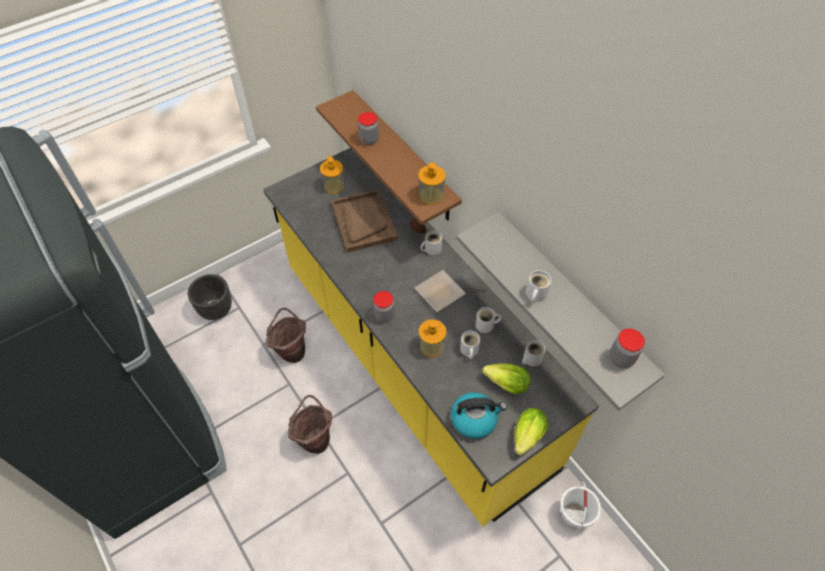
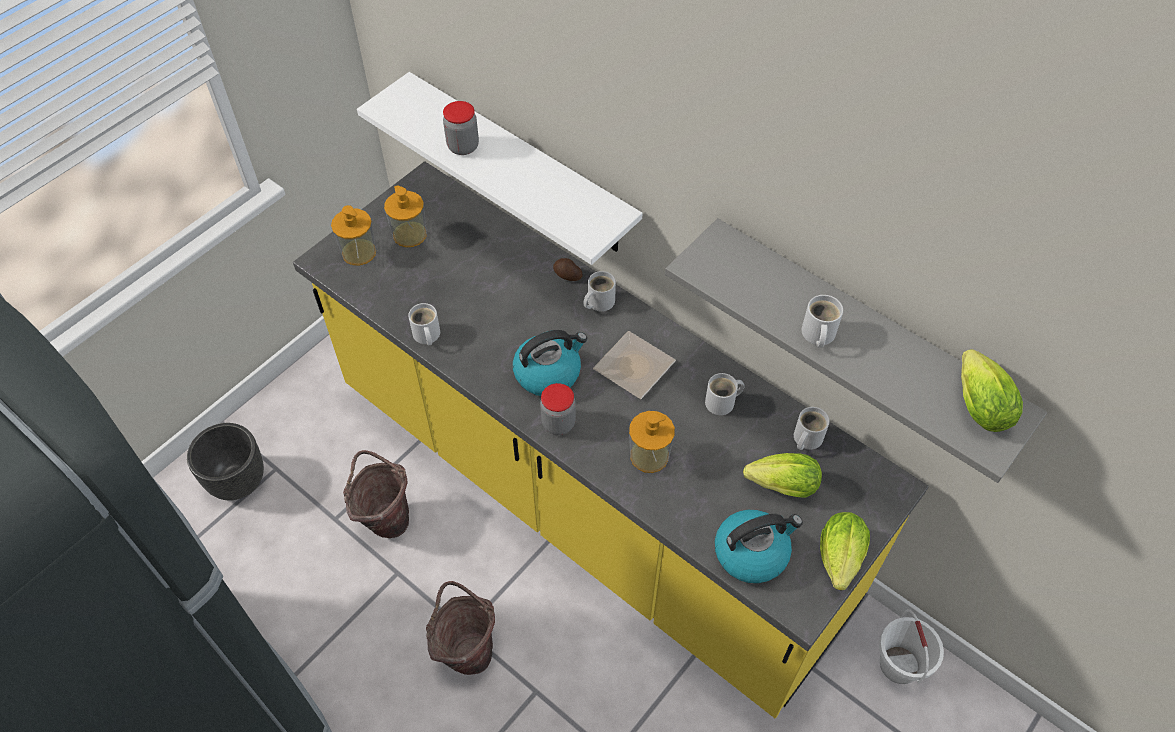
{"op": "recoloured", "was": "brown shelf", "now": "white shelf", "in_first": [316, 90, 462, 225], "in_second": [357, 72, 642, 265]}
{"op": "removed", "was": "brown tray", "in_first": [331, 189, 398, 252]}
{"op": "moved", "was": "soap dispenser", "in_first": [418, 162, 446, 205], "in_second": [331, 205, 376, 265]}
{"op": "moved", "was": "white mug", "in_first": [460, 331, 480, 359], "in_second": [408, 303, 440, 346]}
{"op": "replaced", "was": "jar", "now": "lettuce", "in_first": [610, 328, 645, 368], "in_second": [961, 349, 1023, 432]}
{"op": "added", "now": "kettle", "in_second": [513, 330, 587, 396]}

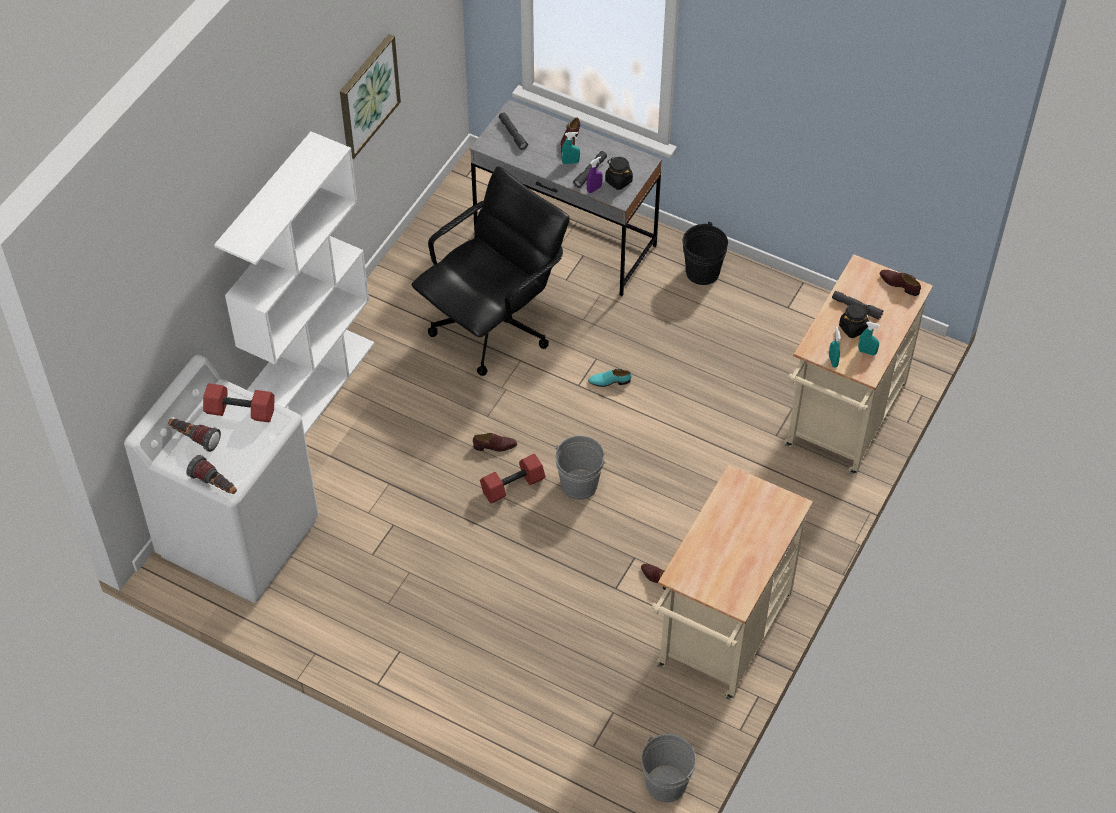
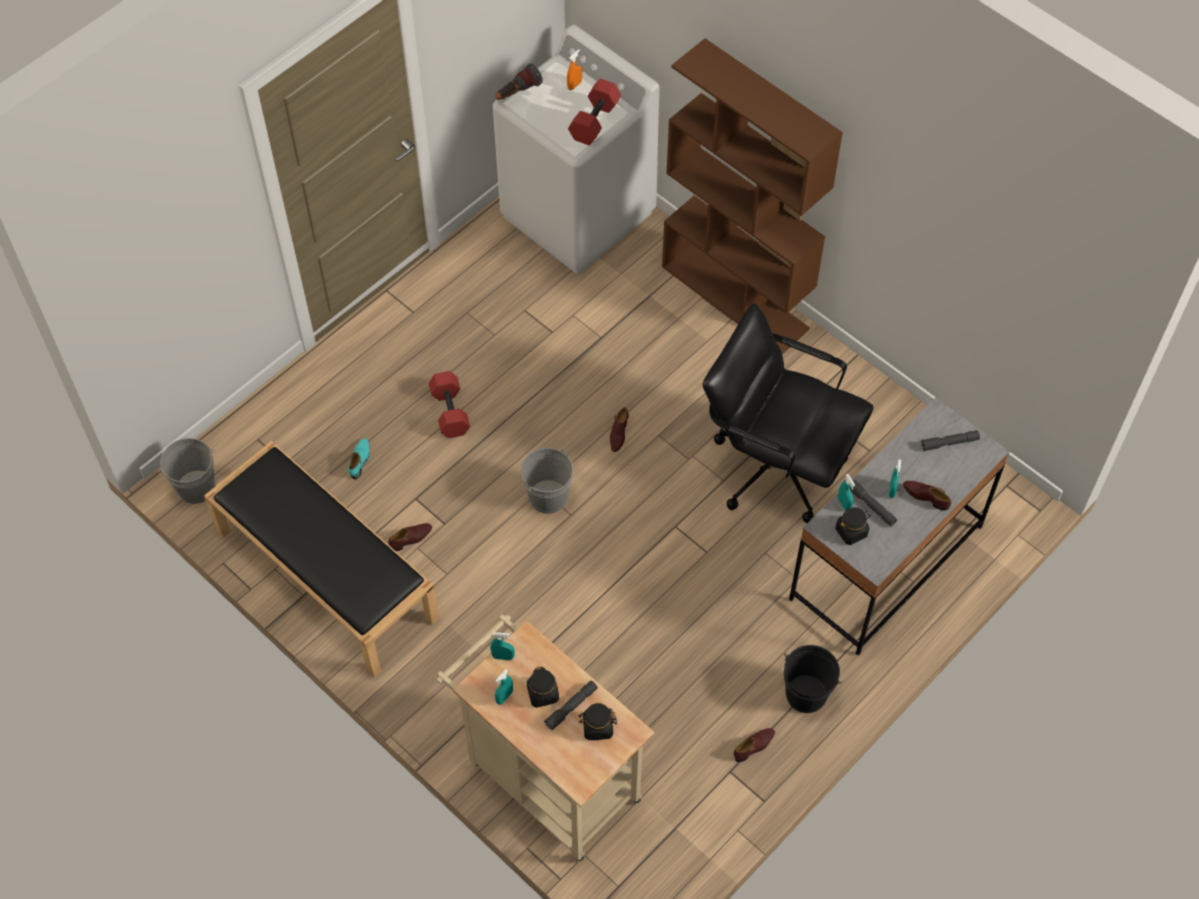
{"op": "replaced", "was": "flashlight", "now": "orange spray bottle", "in_first": [168, 419, 221, 452], "in_second": [567, 49, 582, 90]}
{"op": "recoloured", "was": "white bookcase", "now": "brown bookcase", "in_first": [214, 131, 375, 435], "in_second": [662, 38, 843, 354]}
{"op": "removed", "was": "picture", "in_first": [340, 34, 401, 159]}
{"op": "turned", "was": "black office chair", "in_first": [412, 166, 570, 376], "in_second": [703, 303, 874, 523], "clockwise": 150}
{"op": "moved", "was": "red dumbbell", "in_first": [480, 454, 546, 504], "in_second": [429, 371, 470, 438]}
{"op": "recoloured", "was": "purple spray bottle", "now": "turquoise spray bottle", "in_first": [587, 156, 603, 193], "in_second": [838, 474, 855, 511]}
{"op": "moved", "was": "turquoise shoe", "in_first": [588, 368, 632, 387], "in_second": [348, 439, 370, 479]}
{"op": "replaced", "was": "beige cart", "now": "black bench", "in_first": [652, 465, 813, 700], "in_second": [204, 441, 439, 678]}
{"op": "moved", "was": "brown shoe", "in_first": [880, 270, 921, 296], "in_second": [734, 728, 775, 762]}
{"op": "added", "now": "black jar", "in_second": [579, 703, 617, 740]}

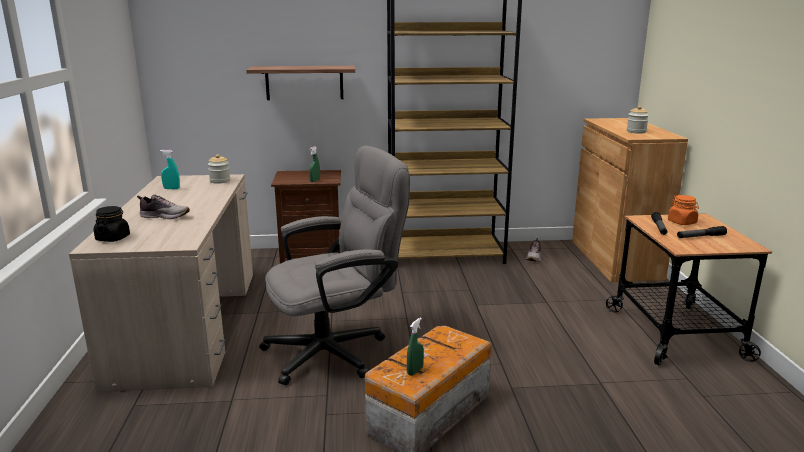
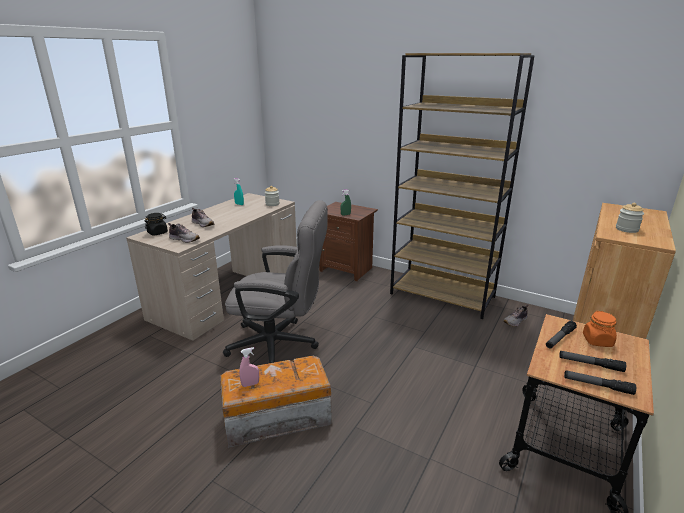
{"op": "removed", "was": "shelf", "in_first": [246, 66, 355, 100]}
{"op": "recoloured", "was": "green spray bottle", "now": "pink spray bottle", "in_first": [407, 317, 424, 376], "in_second": [239, 347, 259, 387]}
{"op": "added", "now": "shoe", "in_second": [168, 223, 200, 243]}
{"op": "added", "now": "flashlight", "in_second": [564, 370, 636, 395]}

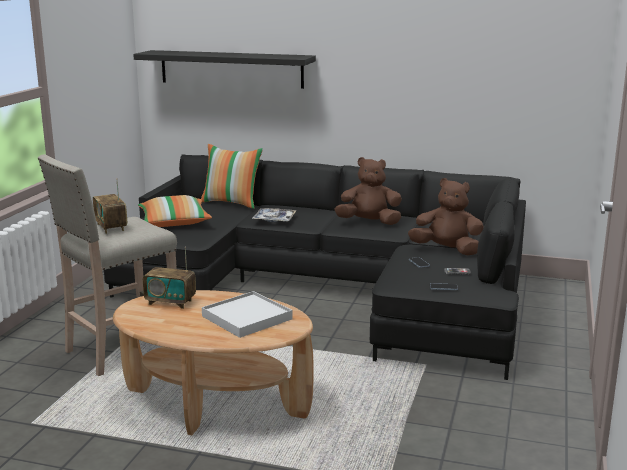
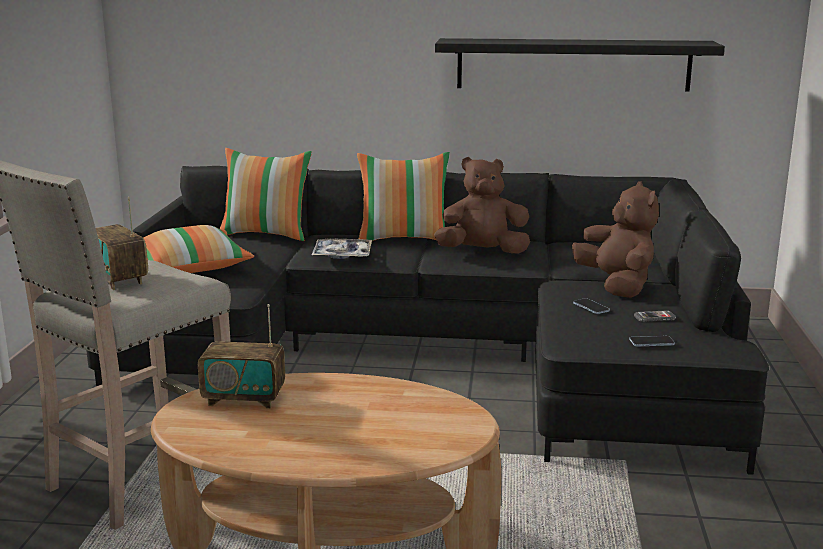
{"op": "moved", "was": "black shelf", "in_first": [133, 50, 316, 89], "in_second": [435, 38, 725, 92]}
{"op": "removed", "was": "white tray", "in_first": [202, 291, 292, 338]}
{"op": "turned", "was": "brown plush toy", "in_first": [408, 178, 484, 255], "in_second": [572, 181, 659, 298], "clockwise": 60}
{"op": "added", "now": "pillow", "in_second": [357, 152, 450, 241]}

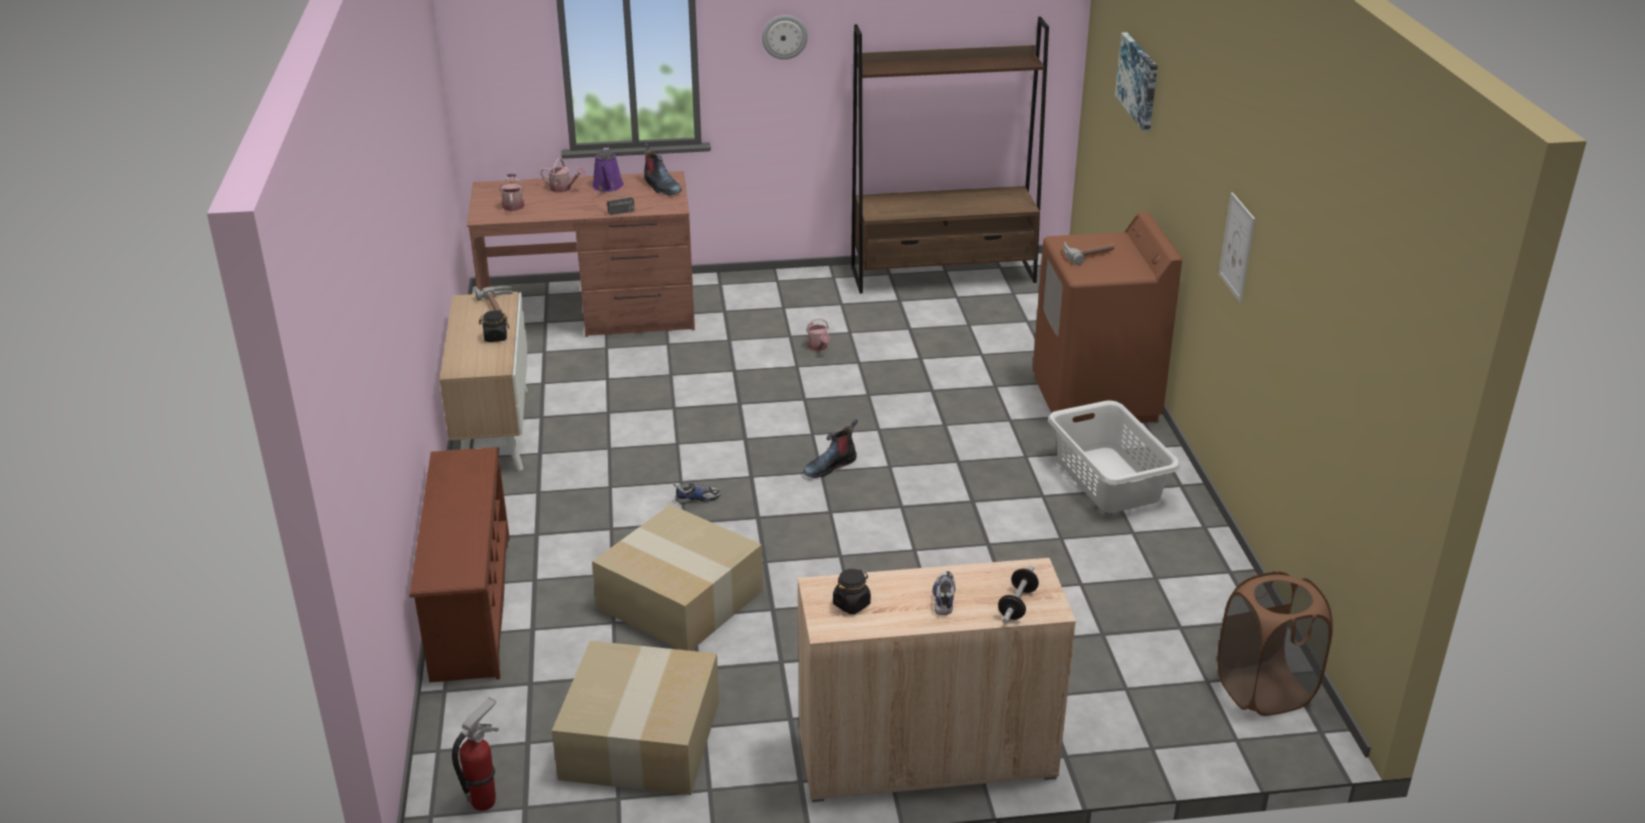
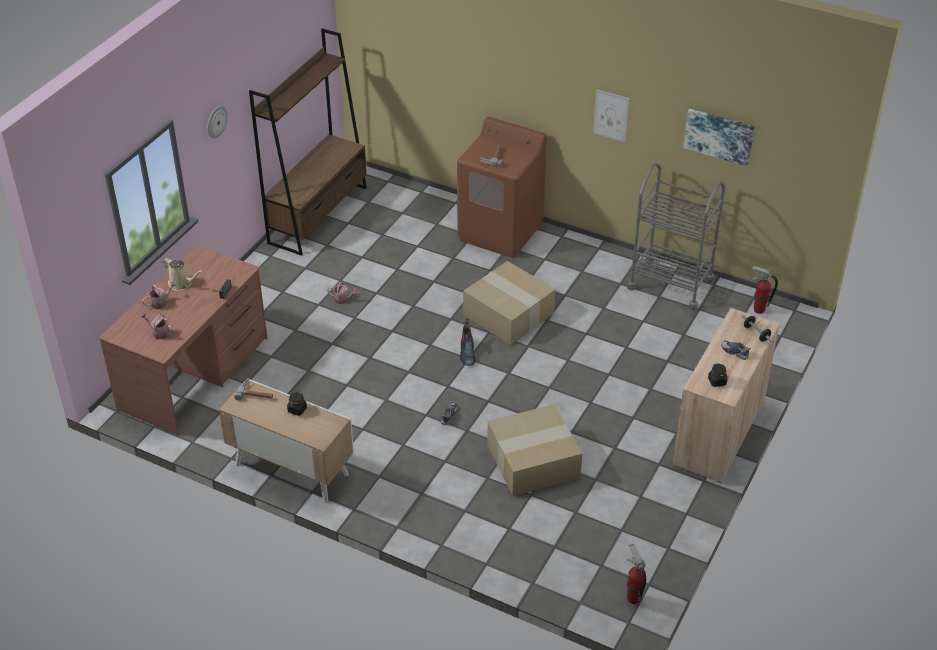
{"op": "removed", "was": "brown shoe rack", "in_first": [410, 447, 509, 683]}
{"op": "moved", "was": "cardboard box", "in_first": [552, 641, 719, 795], "in_second": [463, 261, 556, 345]}
{"op": "recoloured", "was": "purple watering can", "now": "beige watering can", "in_first": [592, 147, 624, 192], "in_second": [162, 258, 203, 291]}
{"op": "removed", "was": "boot", "in_first": [644, 142, 682, 195]}
{"op": "removed", "was": "grey laundry basket", "in_first": [1048, 400, 1180, 513]}
{"op": "moved", "was": "picture", "in_first": [1115, 32, 1158, 132], "in_second": [683, 109, 755, 166]}
{"op": "replaced", "was": "brown laundry basket", "now": "fire extinguisher", "in_first": [1218, 571, 1333, 716], "in_second": [750, 265, 778, 314]}
{"op": "added", "now": "grey cart", "in_second": [627, 163, 725, 311]}

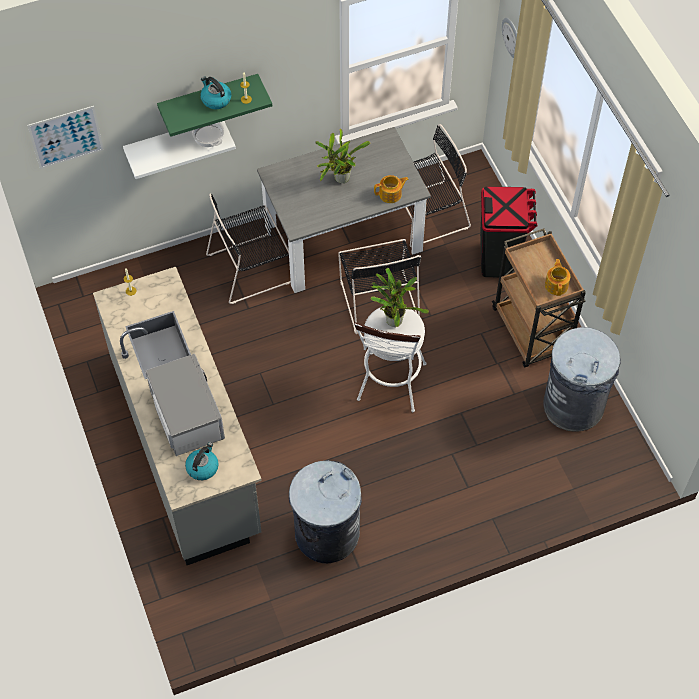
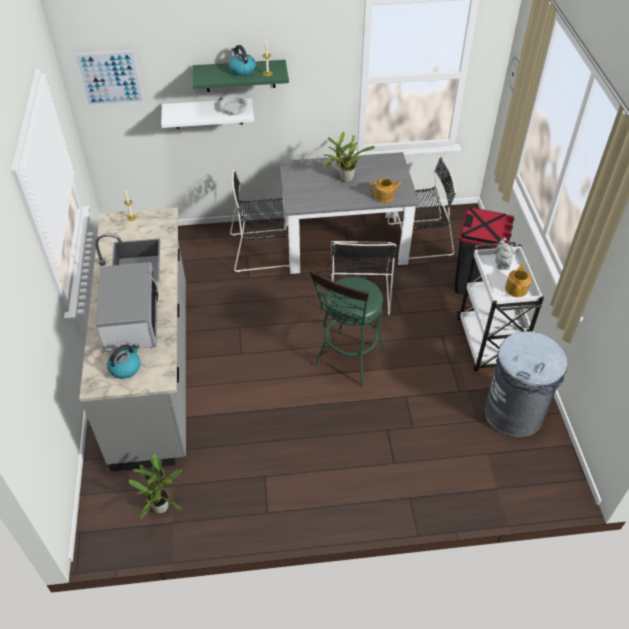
{"op": "removed", "was": "grey trash can", "in_first": [289, 460, 362, 563]}
{"op": "recoloured", "was": "white stool", "now": "green stool", "in_first": [354, 307, 427, 412], "in_second": [309, 270, 386, 387]}
{"op": "moved", "was": "potted plant", "in_first": [371, 268, 429, 327], "in_second": [128, 454, 182, 518]}
{"op": "recoloured", "was": "brown cart", "now": "white cart", "in_first": [492, 228, 586, 367], "in_second": [457, 242, 544, 371]}
{"op": "added", "now": "grey teapot", "in_second": [495, 238, 514, 270]}

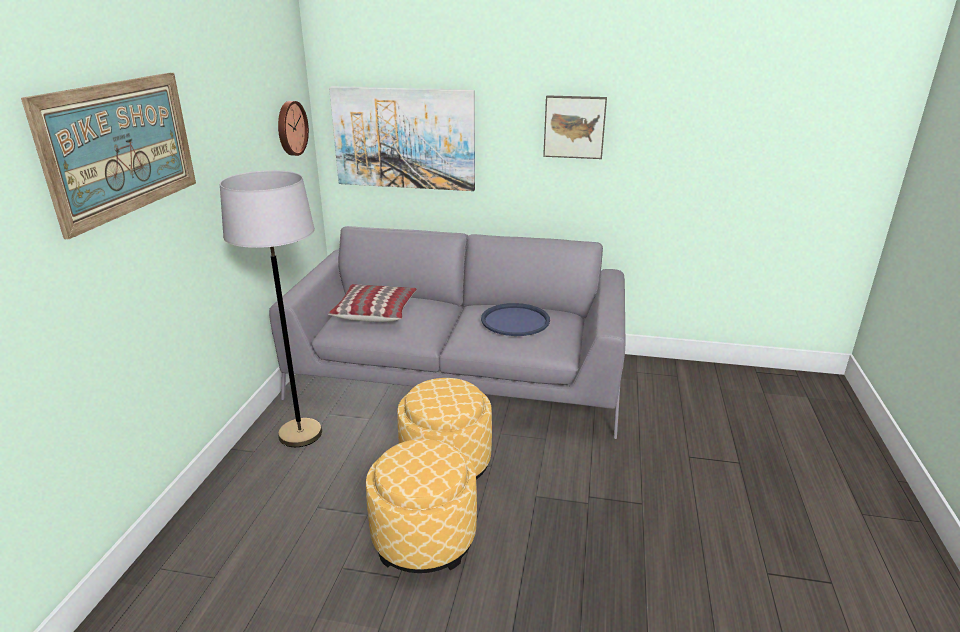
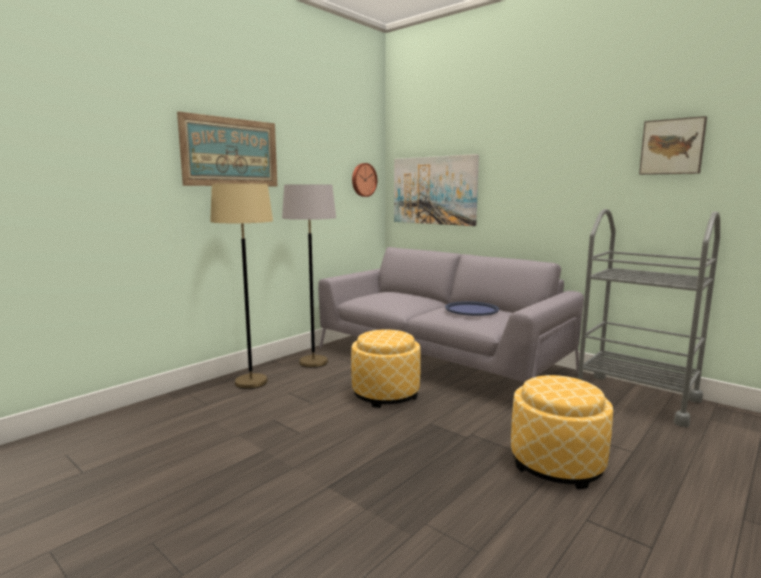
{"op": "removed", "was": "pillow", "in_first": [328, 284, 417, 322]}
{"op": "moved", "was": "ottoman", "in_first": [366, 439, 477, 573], "in_second": [511, 375, 613, 489]}
{"op": "moved", "was": "picture", "in_first": [543, 95, 607, 159], "in_second": [639, 116, 707, 175]}
{"op": "added", "now": "beige floor lamp", "in_second": [210, 184, 273, 389]}
{"op": "added", "now": "grey cart", "in_second": [578, 209, 720, 427]}

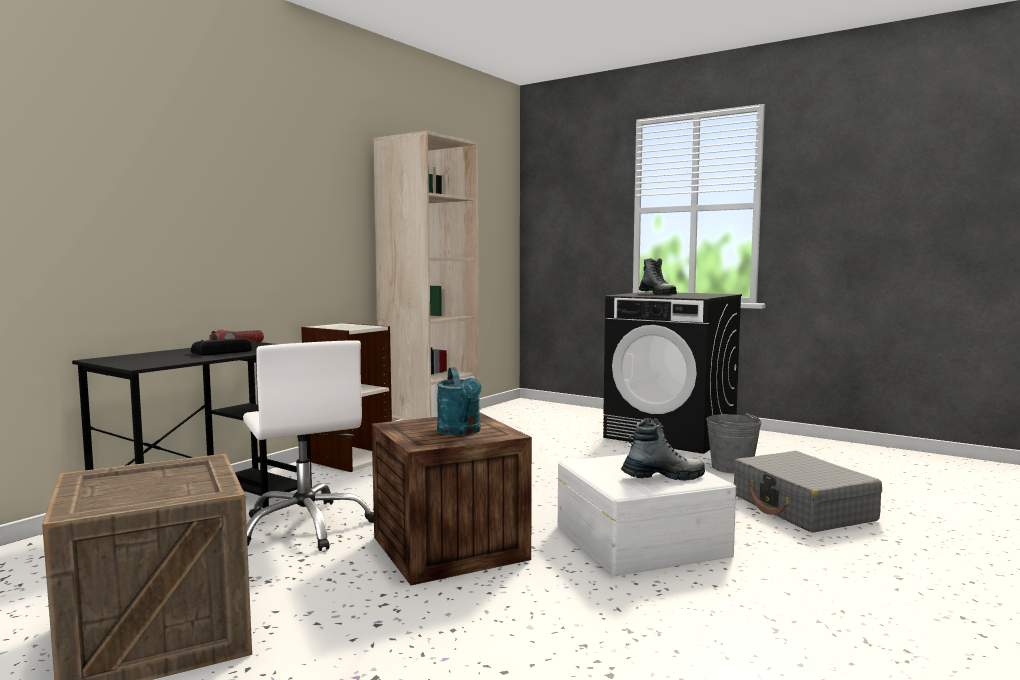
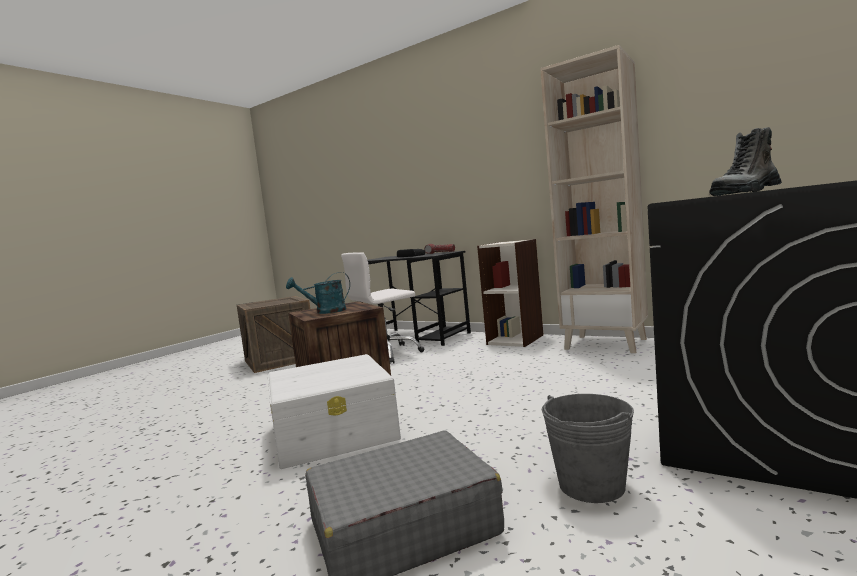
{"op": "removed", "was": "boot", "in_first": [621, 418, 705, 481]}

